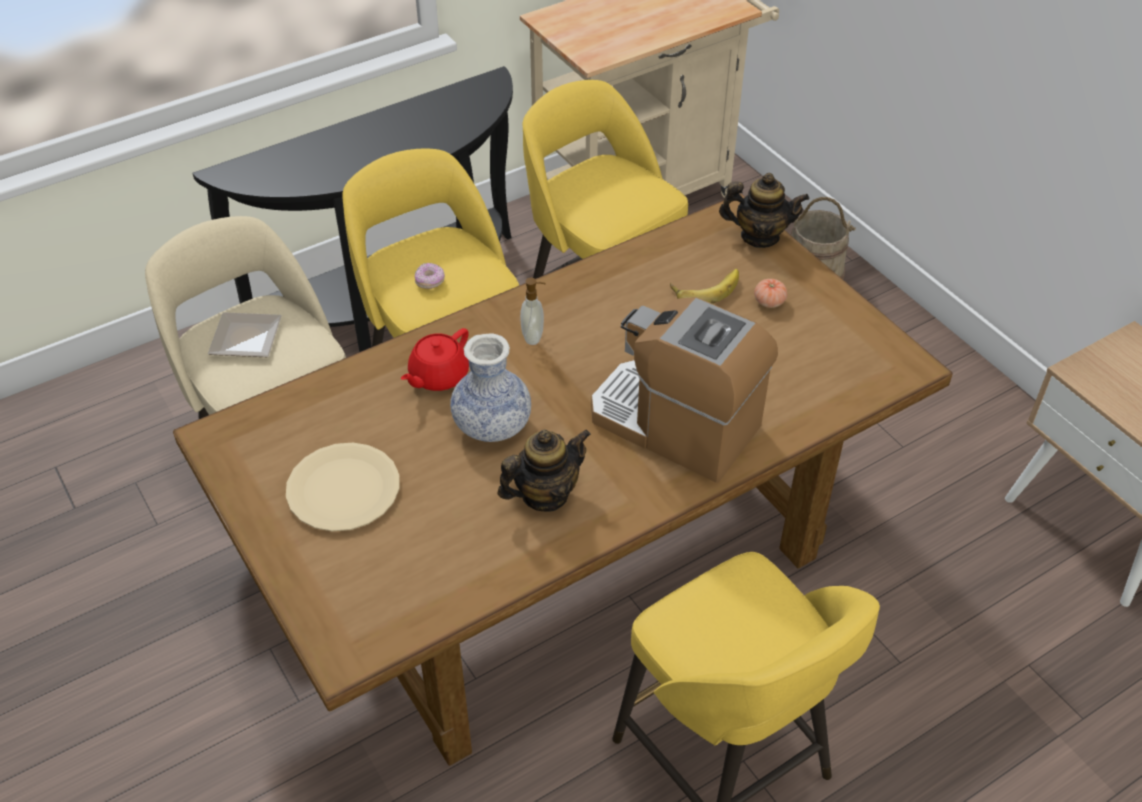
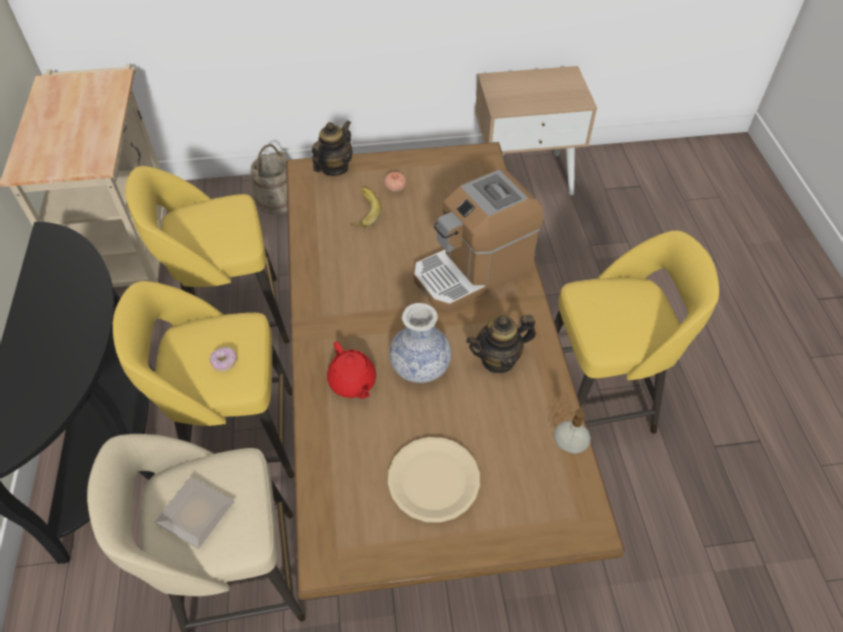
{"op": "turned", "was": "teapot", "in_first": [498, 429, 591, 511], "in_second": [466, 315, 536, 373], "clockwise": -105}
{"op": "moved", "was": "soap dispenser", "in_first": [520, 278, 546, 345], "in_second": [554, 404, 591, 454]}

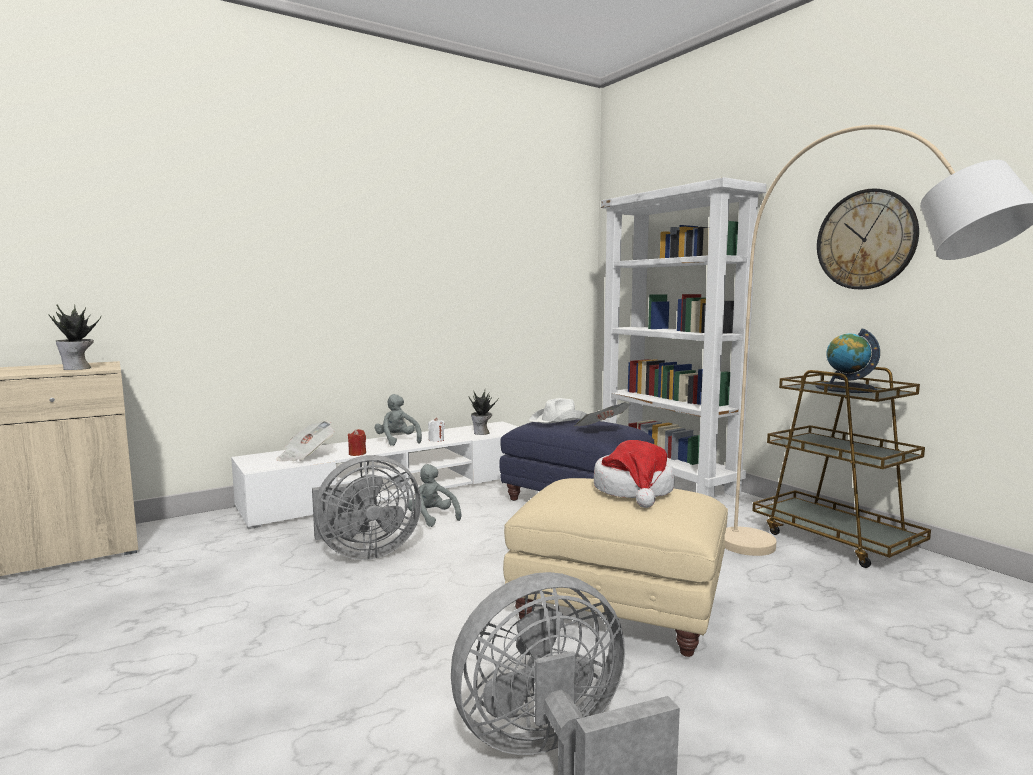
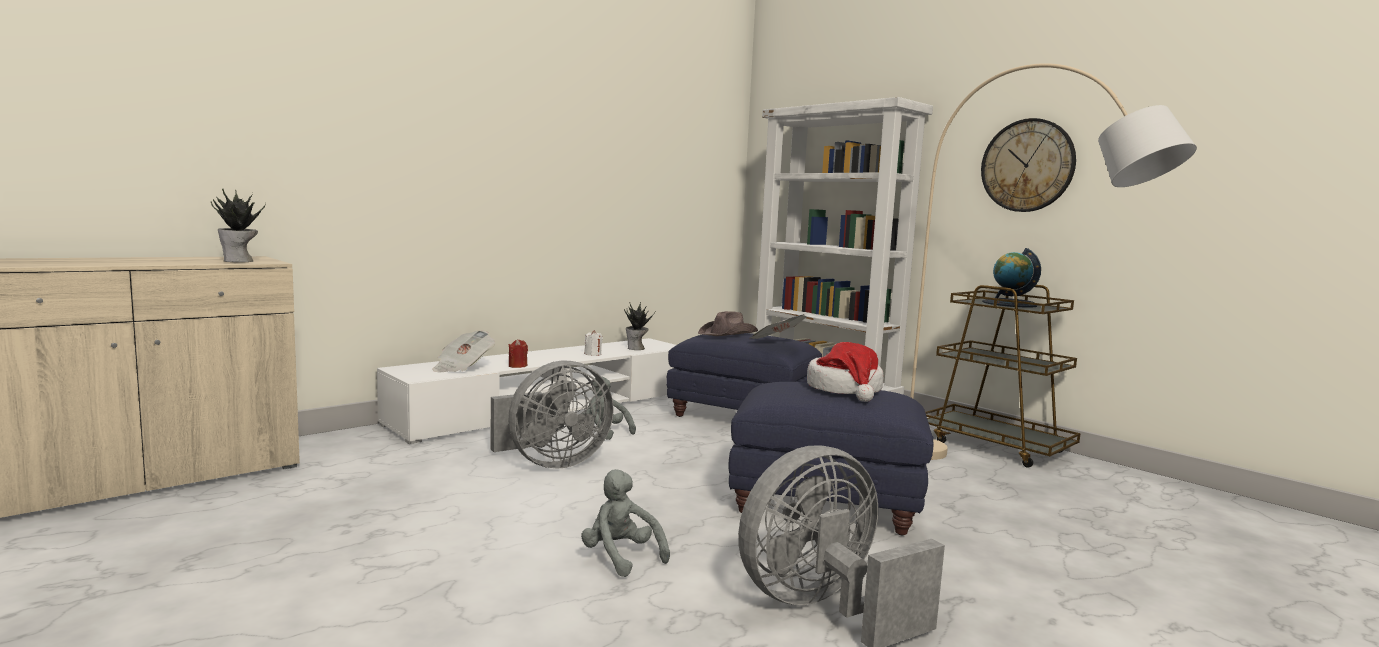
{"op": "moved", "was": "grey plush toy", "in_first": [375, 394, 422, 446], "in_second": [581, 469, 670, 577]}
{"op": "recoloured", "was": "beige ottoman", "now": "blue ottoman", "in_first": [503, 478, 728, 657], "in_second": [729, 382, 934, 535]}
{"op": "recoloured", "was": "white hat", "now": "brown hat", "in_first": [529, 398, 587, 424], "in_second": [698, 311, 758, 336]}

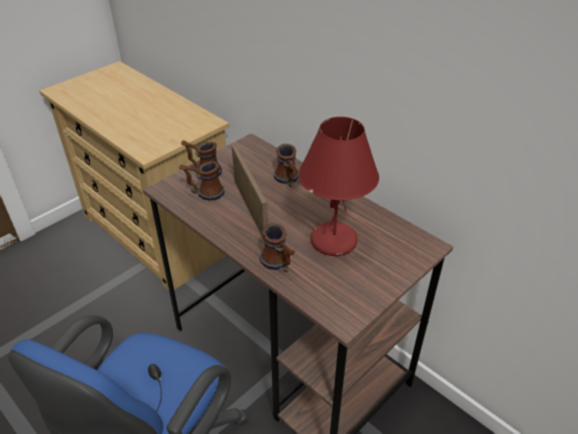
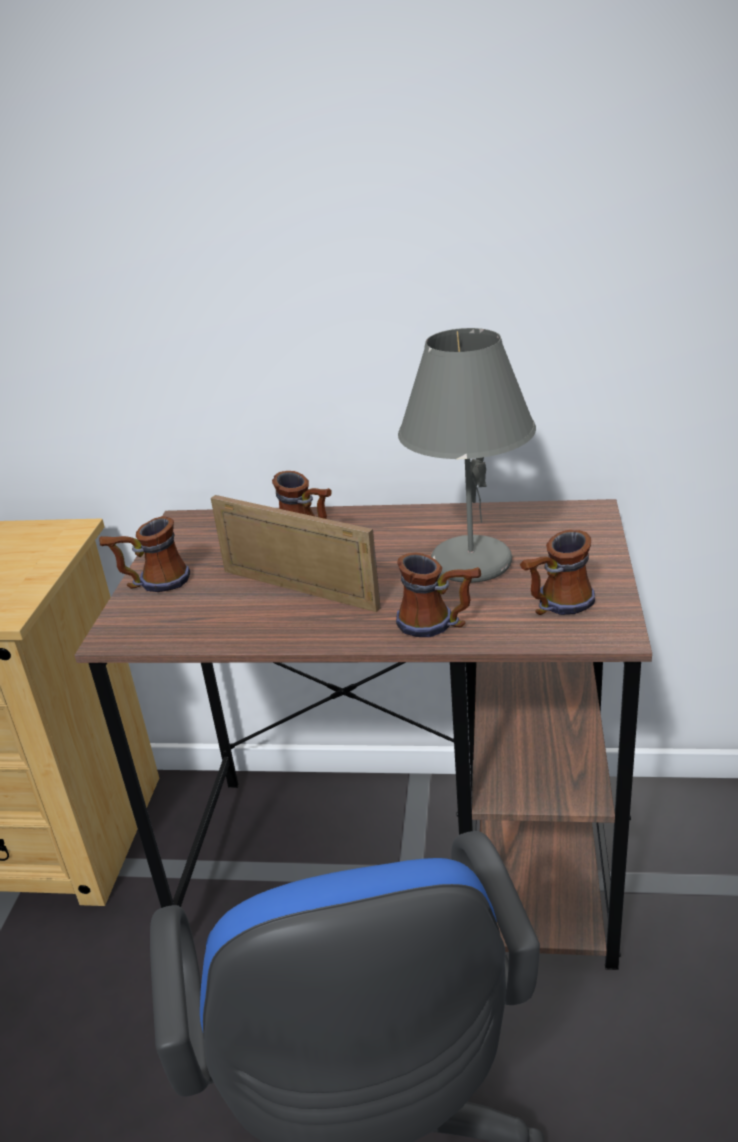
{"op": "moved", "was": "mug", "in_first": [179, 161, 225, 200], "in_second": [520, 530, 595, 615]}
{"op": "recoloured", "was": "red table lamp", "now": "grey table lamp", "in_first": [298, 117, 379, 256], "in_second": [398, 328, 536, 583]}

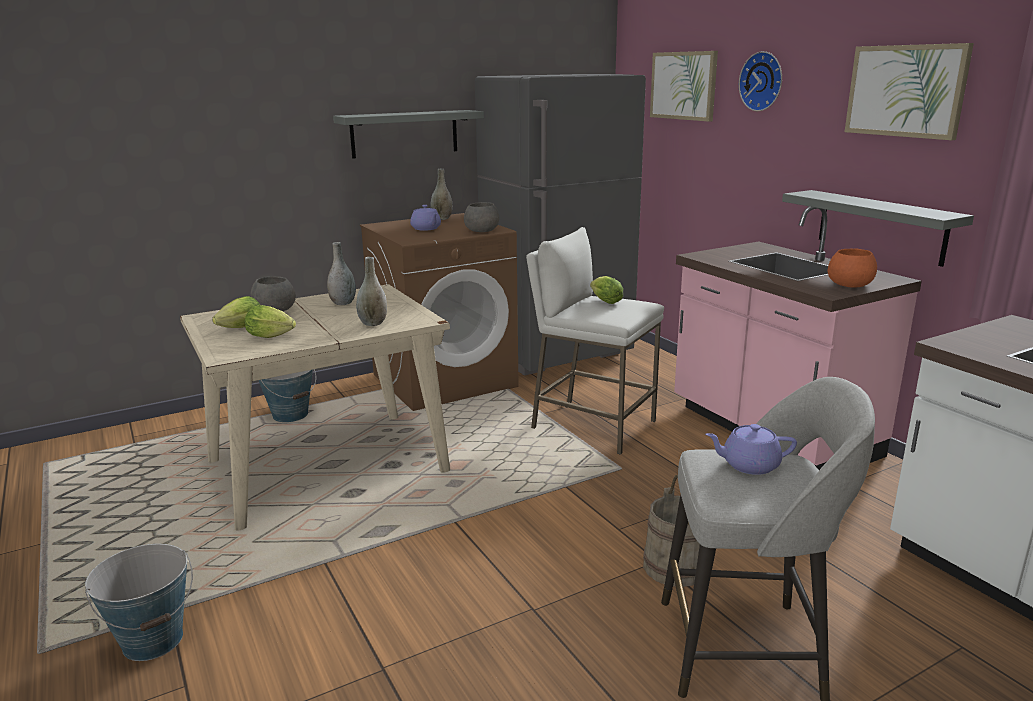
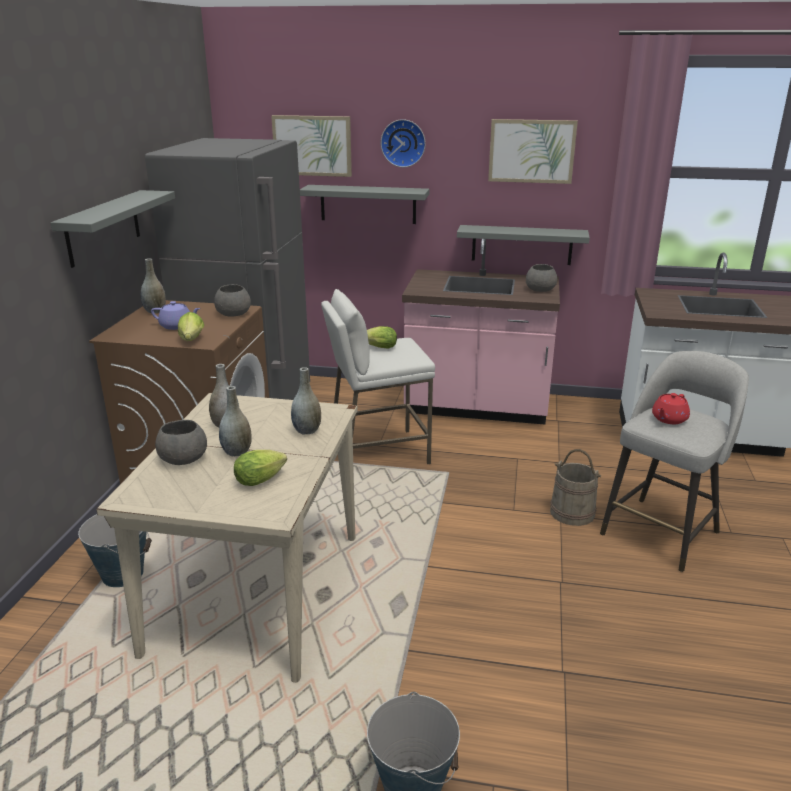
{"op": "moved", "was": "lettuce", "in_first": [212, 296, 260, 328], "in_second": [178, 312, 204, 341]}
{"op": "recoloured", "was": "purple teapot", "now": "red teapot", "in_first": [705, 424, 797, 475], "in_second": [652, 393, 690, 424]}
{"op": "recoloured", "was": "orange bowl", "now": "grey bowl", "in_first": [828, 249, 877, 288], "in_second": [526, 264, 557, 292]}
{"op": "added", "now": "grey vase", "in_second": [219, 386, 252, 457]}
{"op": "added", "now": "grey shelf", "in_second": [300, 185, 429, 224]}

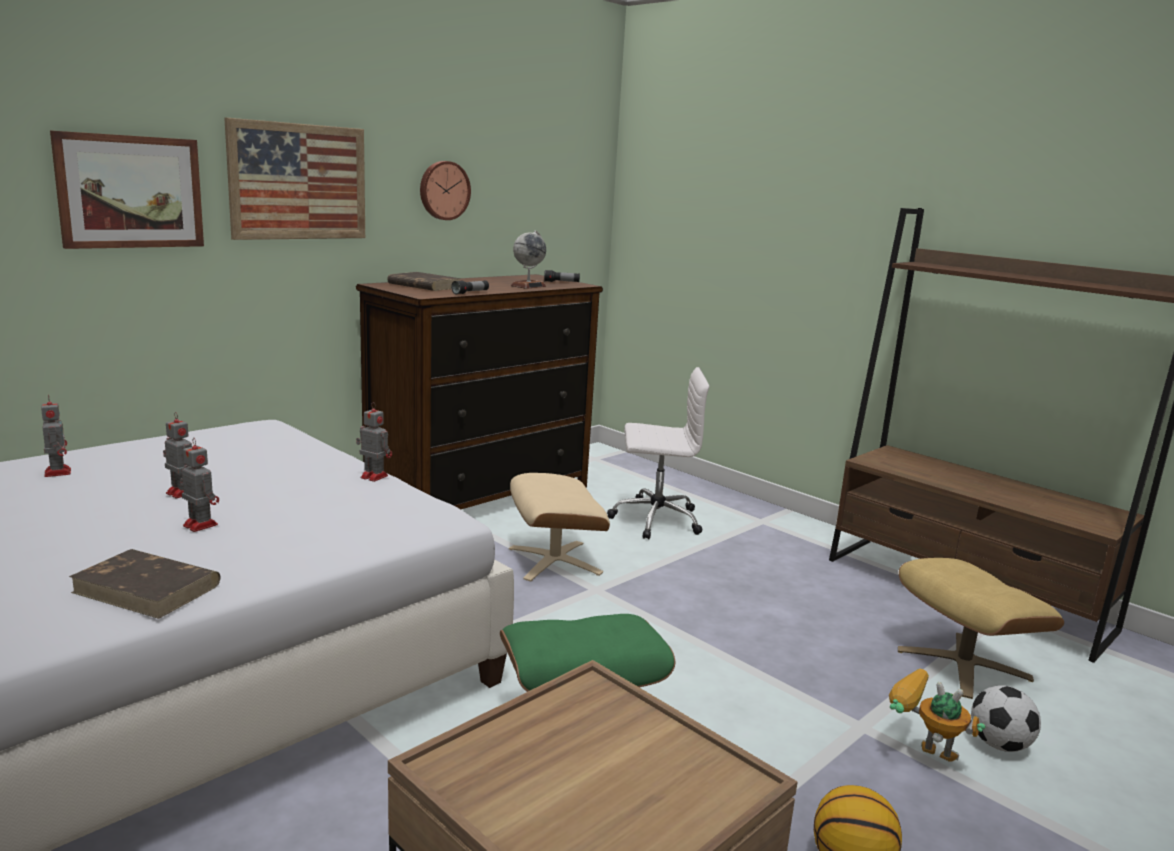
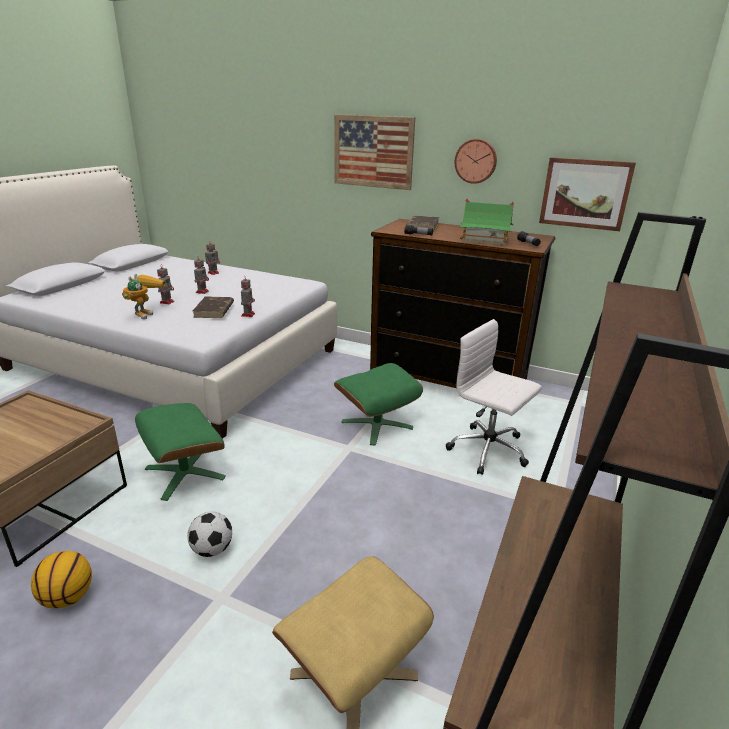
{"op": "moved", "was": "picture", "in_first": [50, 131, 204, 249], "in_second": [539, 157, 636, 231]}
{"op": "moved", "was": "brown book", "in_first": [69, 549, 221, 619], "in_second": [193, 296, 234, 318]}
{"op": "recoloured", "was": "beige ottoman", "now": "green ottoman", "in_first": [509, 473, 610, 582], "in_second": [334, 363, 423, 446]}
{"op": "replaced", "was": "globe", "now": "toy house", "in_first": [511, 230, 546, 289], "in_second": [459, 199, 514, 246]}
{"op": "turned", "was": "white office chair", "in_first": [607, 367, 709, 540], "in_second": [446, 319, 542, 475], "clockwise": 150}
{"op": "moved", "was": "toy robot", "in_first": [889, 669, 985, 762], "in_second": [122, 274, 166, 319]}
{"op": "moved", "was": "football", "in_first": [971, 685, 1041, 752], "in_second": [187, 512, 232, 557]}

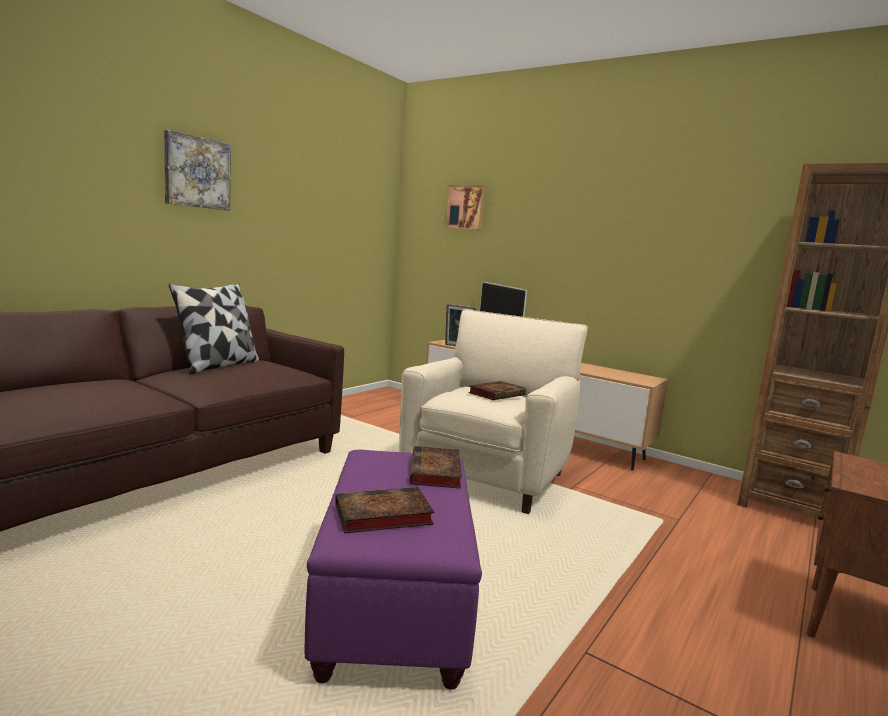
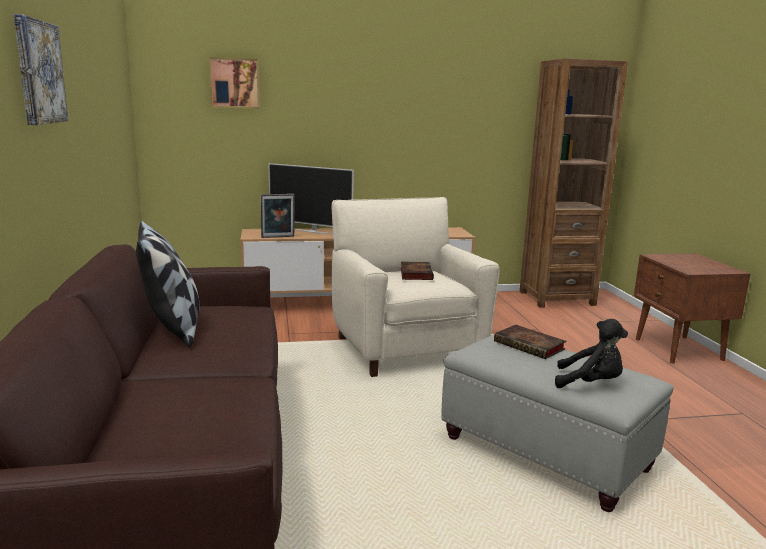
{"op": "recoloured", "was": "purple ottoman", "now": "grey ottoman", "in_first": [305, 450, 482, 690], "in_second": [441, 334, 674, 512]}
{"op": "replaced", "was": "book", "now": "black plush toy", "in_first": [335, 487, 434, 534], "in_second": [555, 319, 628, 388]}

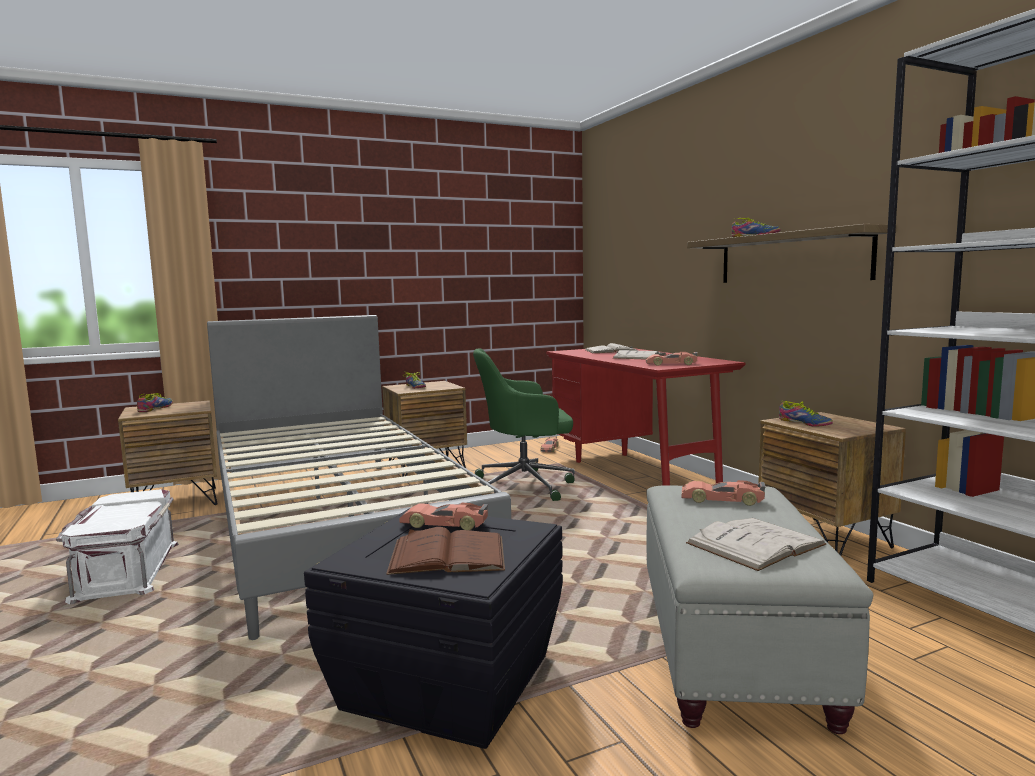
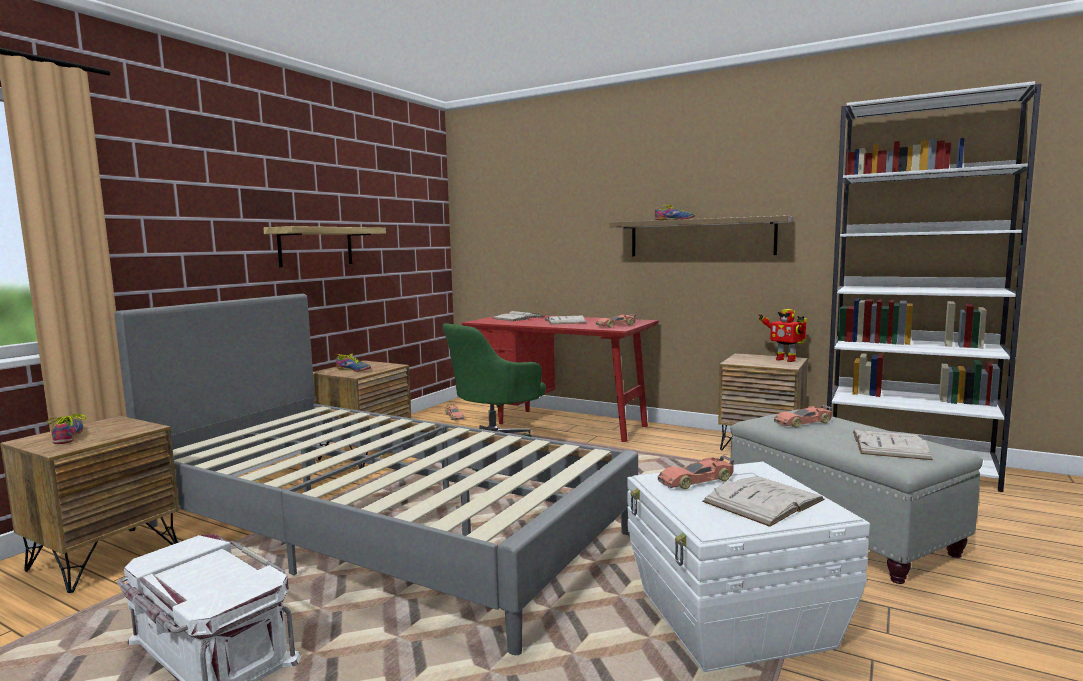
{"op": "recoloured", "was": "black storage box", "now": "white storage box", "in_first": [304, 508, 563, 749], "in_second": [627, 462, 870, 672]}
{"op": "recoloured", "was": "brown book", "now": "white book", "in_first": [386, 527, 505, 575], "in_second": [702, 476, 825, 527]}
{"op": "removed", "was": "shoe", "in_first": [779, 401, 833, 427]}
{"op": "added", "now": "shelf", "in_second": [263, 226, 386, 267]}
{"op": "added", "now": "toy robot", "in_second": [759, 309, 807, 362]}

